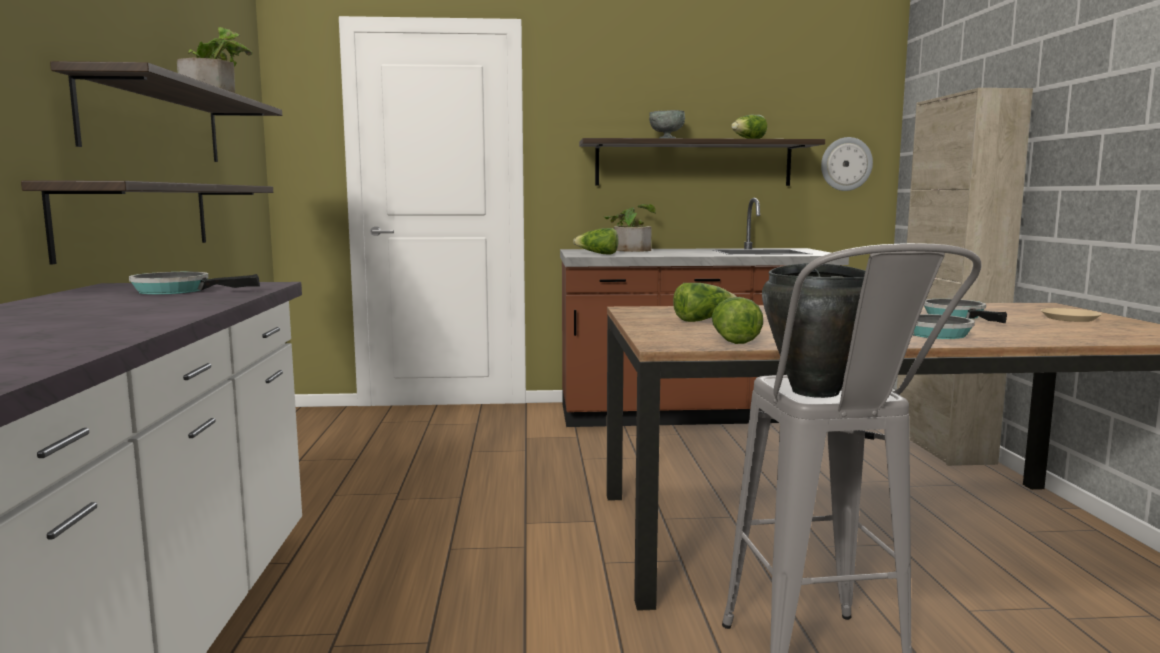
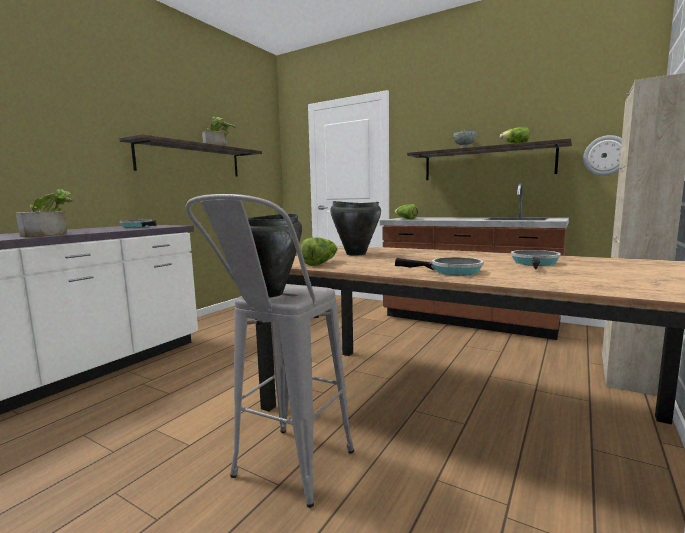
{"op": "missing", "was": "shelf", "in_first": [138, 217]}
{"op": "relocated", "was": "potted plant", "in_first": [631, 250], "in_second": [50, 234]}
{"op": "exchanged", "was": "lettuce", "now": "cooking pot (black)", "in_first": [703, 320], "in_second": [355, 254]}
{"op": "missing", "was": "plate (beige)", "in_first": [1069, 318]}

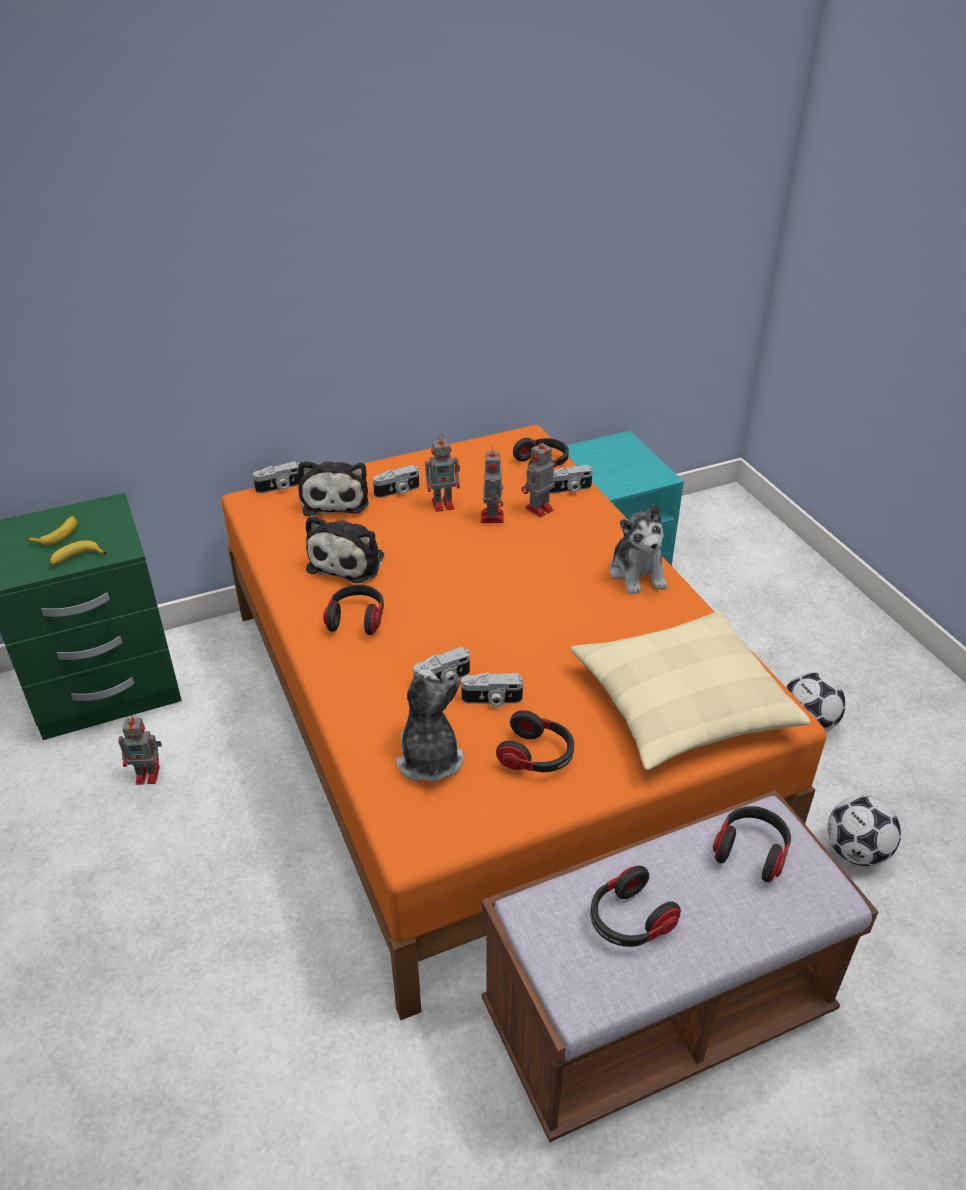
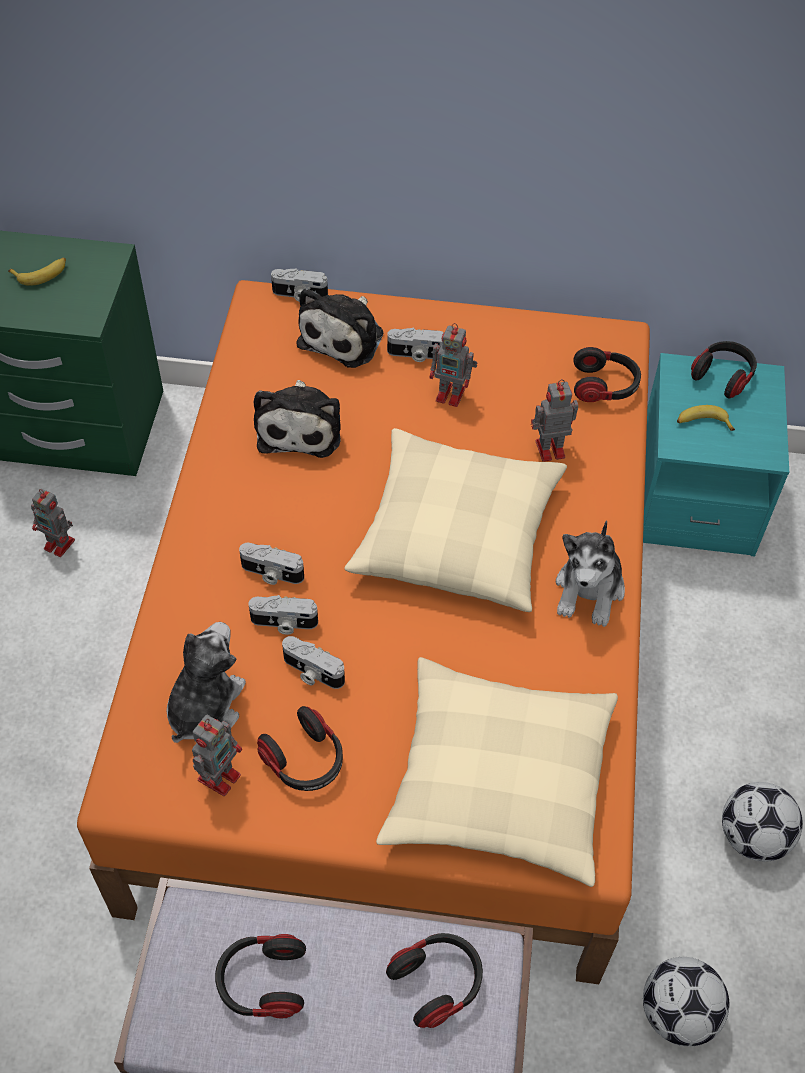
{"op": "relocated", "was": "toy robot", "in_first": [492, 516], "in_second": [220, 775]}
{"op": "relocated", "was": "photo camera", "in_first": [569, 489], "in_second": [271, 573]}
{"op": "spun", "was": "plush toy", "in_first": [349, 561], "in_second": [300, 427], "clockwise": -45}
{"op": "relocated", "was": "banana", "in_first": [76, 559], "in_second": [702, 423]}
{"op": "relocated", "was": "headphones", "in_first": [357, 619], "in_second": [723, 376]}
{"op": "appeared", "now": "pillow (beige)", "in_second": [457, 533]}

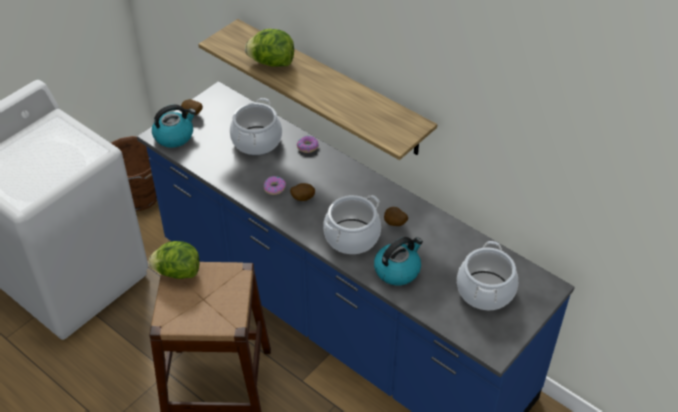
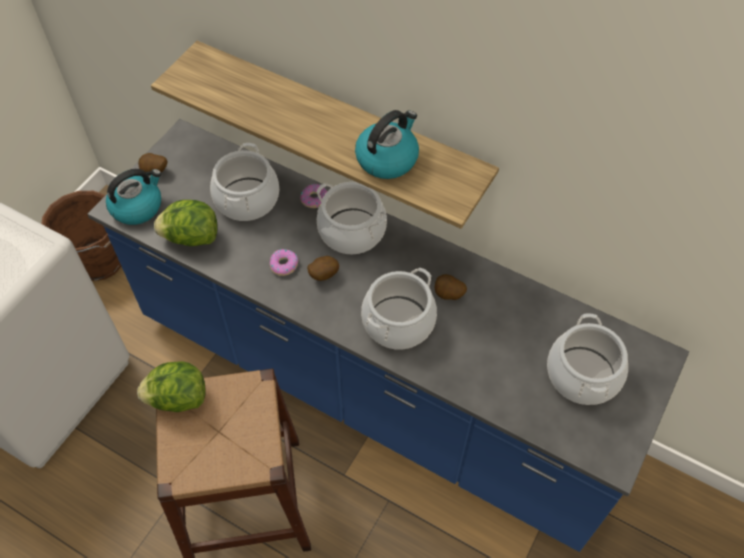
{"op": "relocated", "was": "lettuce", "in_first": [271, 63], "in_second": [191, 237]}
{"op": "relocated", "was": "kettle", "in_first": [397, 270], "in_second": [387, 158]}
{"op": "appeared", "now": "cooking pot", "in_second": [352, 231]}

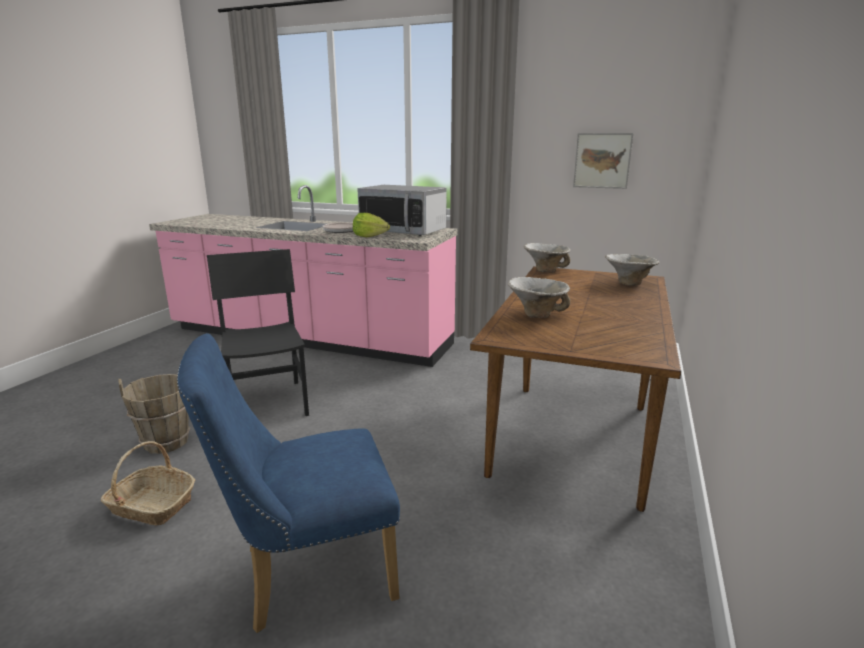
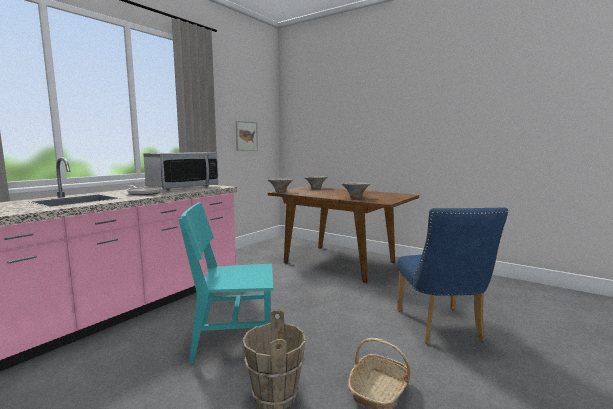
{"op": "missing", "was": "lettuce", "in_first": [369, 236]}
{"op": "colour", "was": "chair (black)", "now": "chair (turquoise)", "in_first": [268, 403], "in_second": [233, 342]}

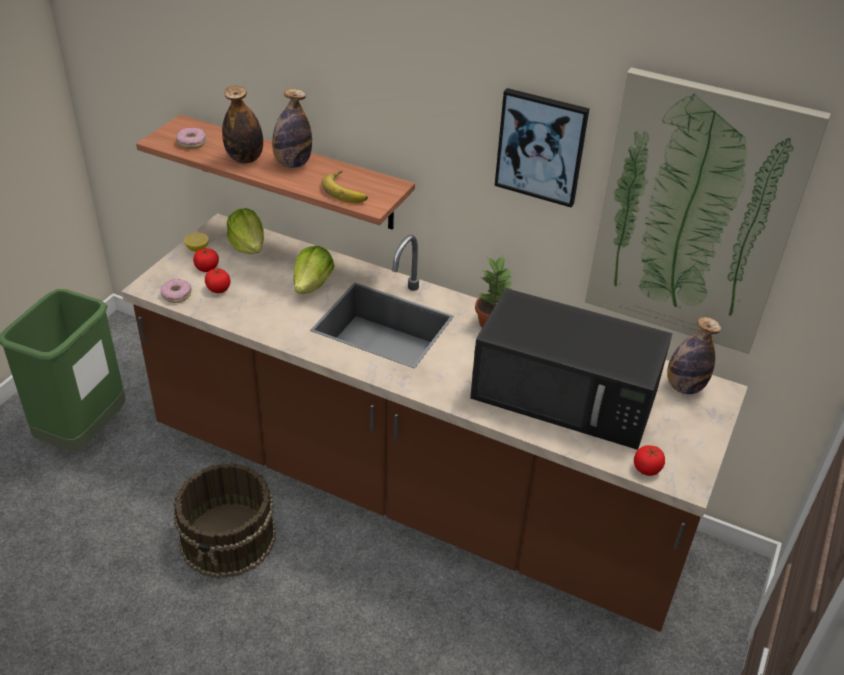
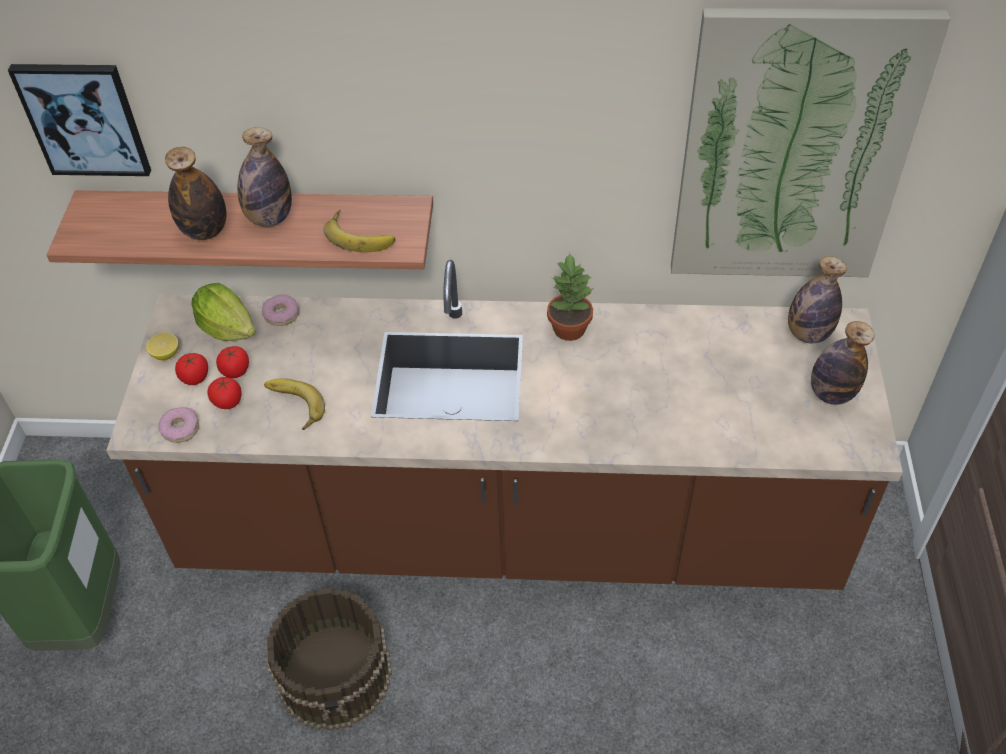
{"op": "relocated", "was": "picture", "in_first": [541, 147], "in_second": [84, 119]}
{"op": "relocated", "was": "donut", "in_first": [192, 142], "in_second": [281, 314]}
{"op": "missing", "was": "lettuce", "in_first": [313, 285]}
{"op": "missing", "was": "microwave (black)", "in_first": [567, 395]}
{"op": "relocated", "was": "tomato", "in_first": [647, 469], "in_second": [235, 370]}
{"op": "appeared", "now": "bottle", "in_second": [831, 393]}
{"op": "appeared", "now": "banana", "in_second": [292, 406]}

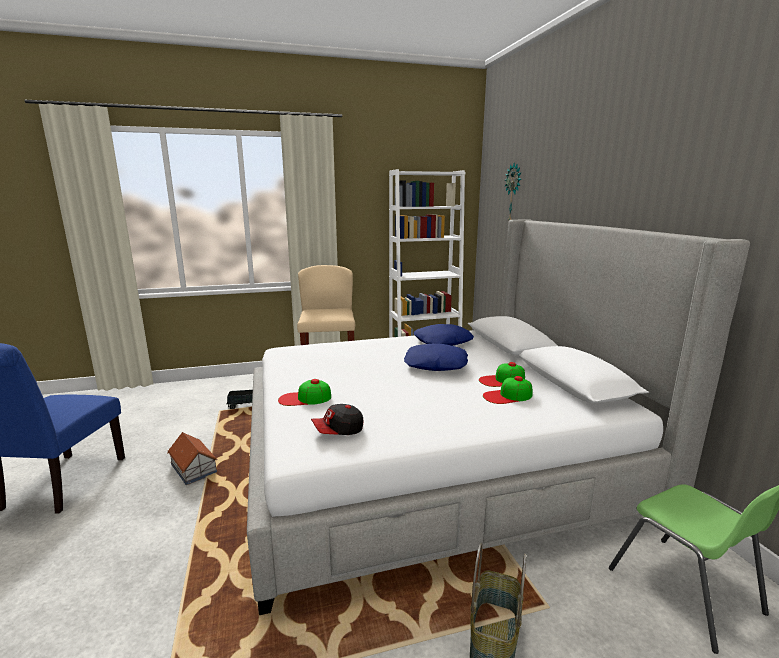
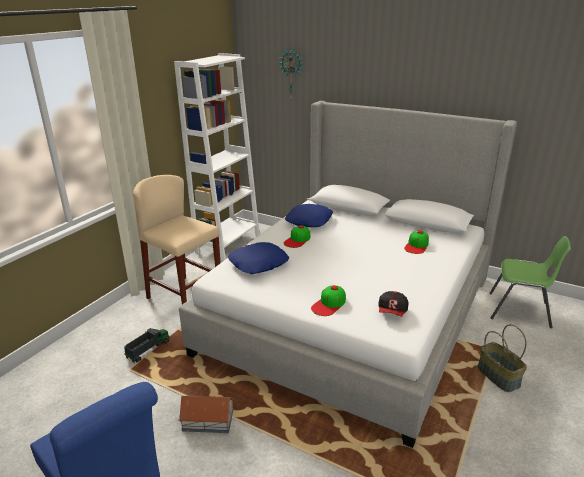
{"op": "relocated", "was": "pillow (blue)", "in_first": [435, 364], "in_second": [259, 264]}
{"op": "relocated", "was": "cap", "in_first": [502, 380], "in_second": [297, 240]}

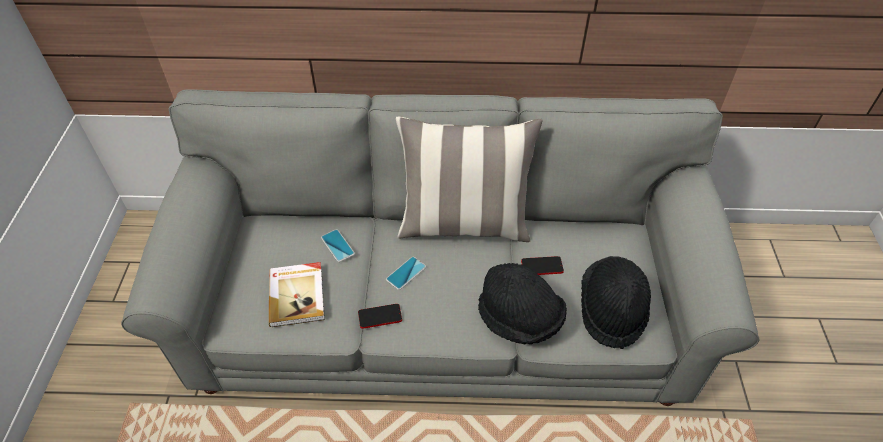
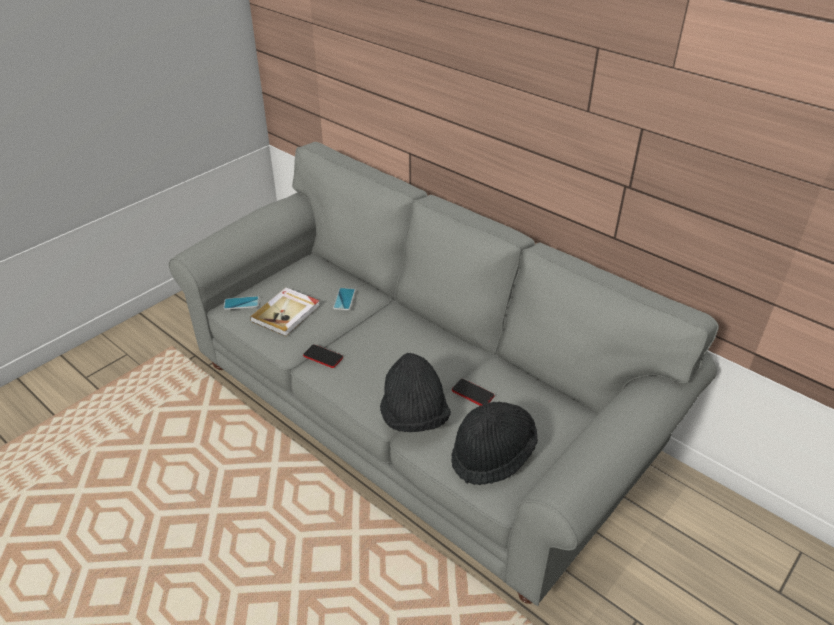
{"op": "missing", "was": "pillow", "in_first": [464, 224]}
{"op": "relocated", "was": "phone", "in_first": [406, 273], "in_second": [241, 303]}

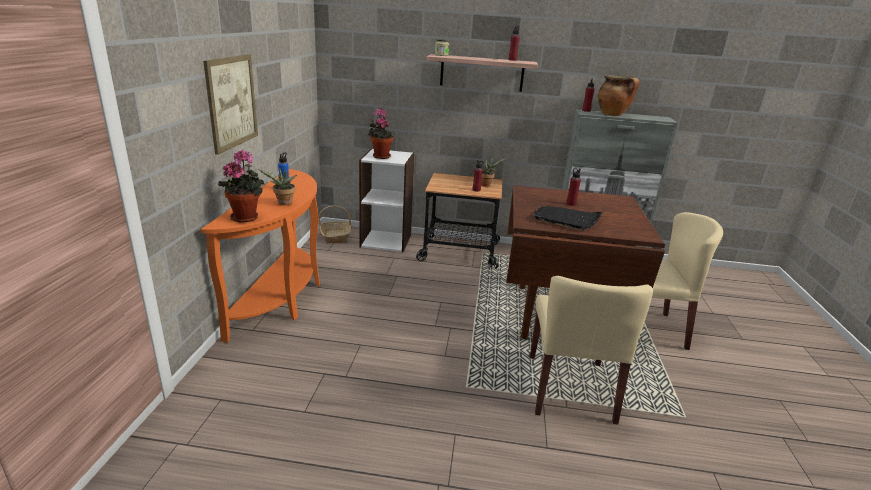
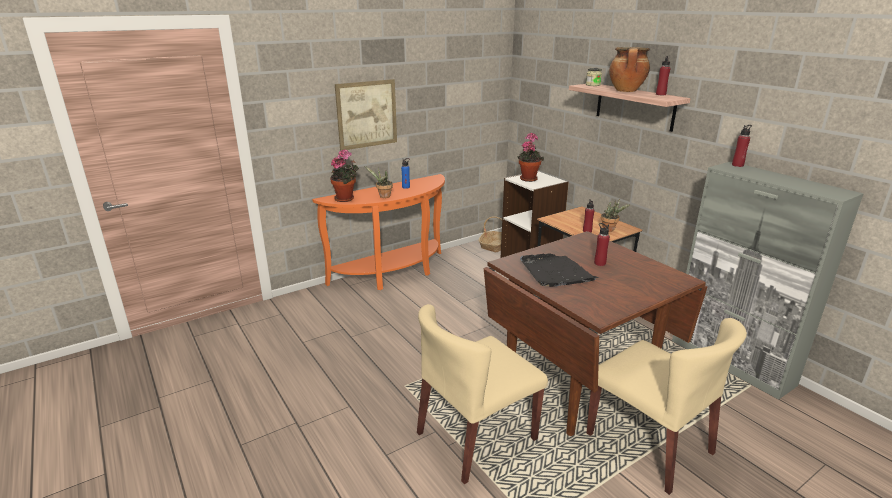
{"op": "relocated", "was": "cooking pot", "in_first": [613, 114], "in_second": [626, 91]}

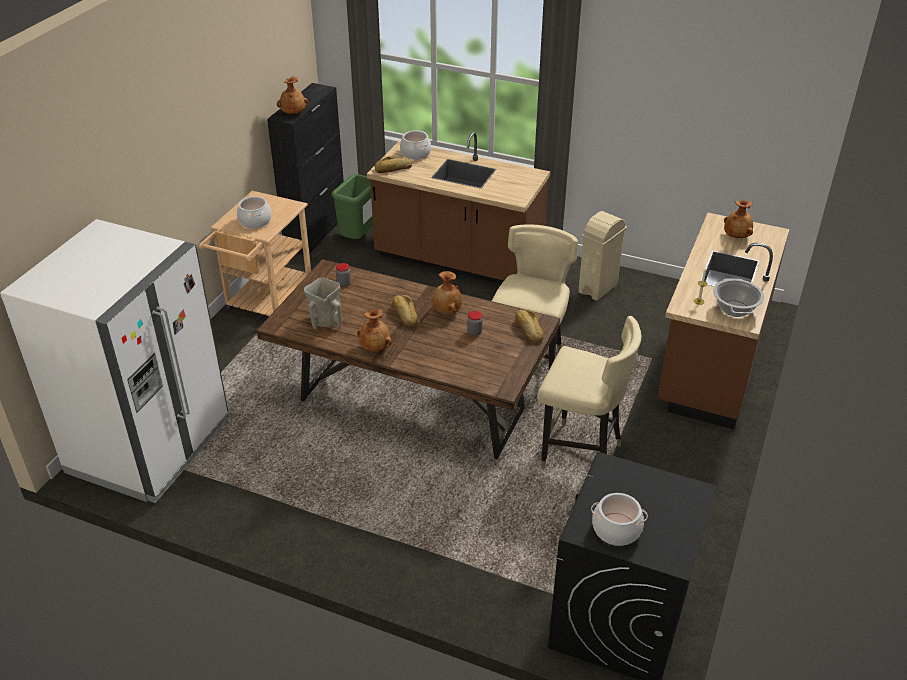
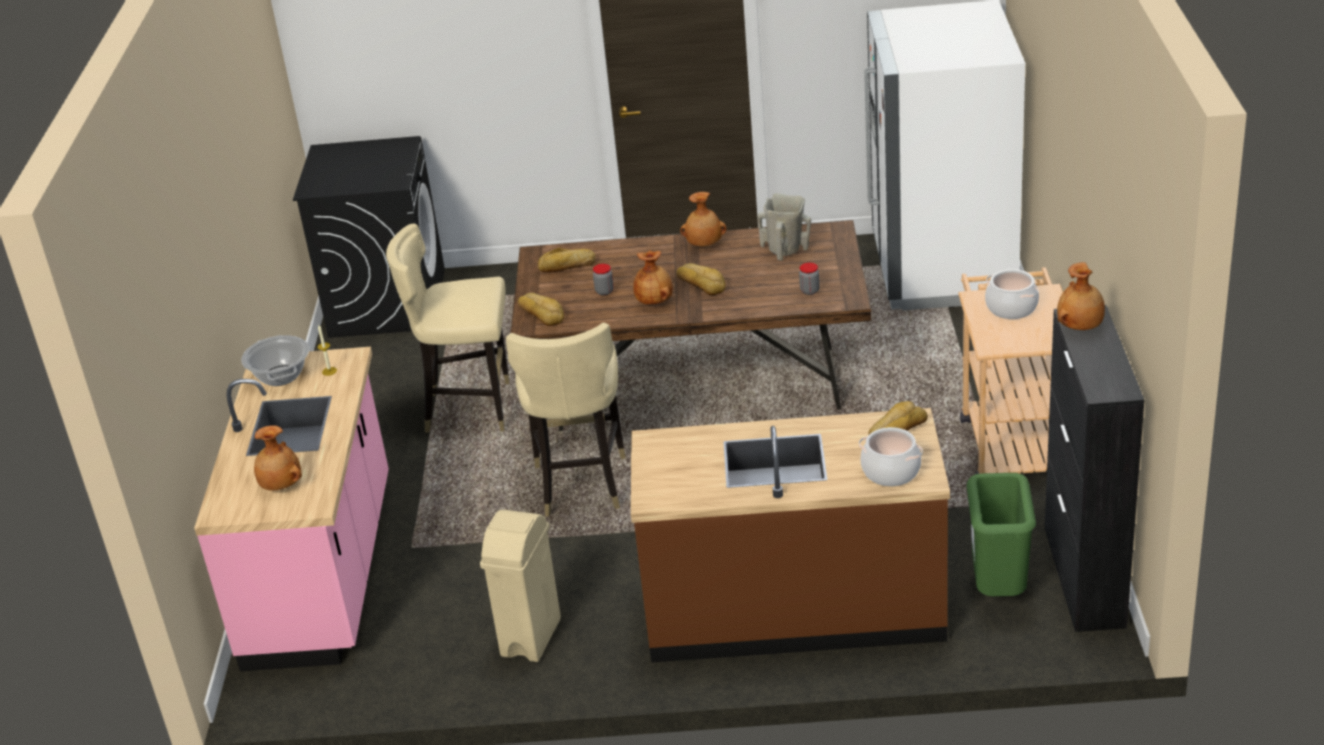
{"op": "colour", "was": "counter (brown)", "now": "counter (pink)", "in_first": [711, 362], "in_second": [323, 572]}
{"op": "missing", "was": "cooking pot", "in_first": [616, 529]}
{"op": "appeared", "now": "bread", "in_second": [567, 266]}

